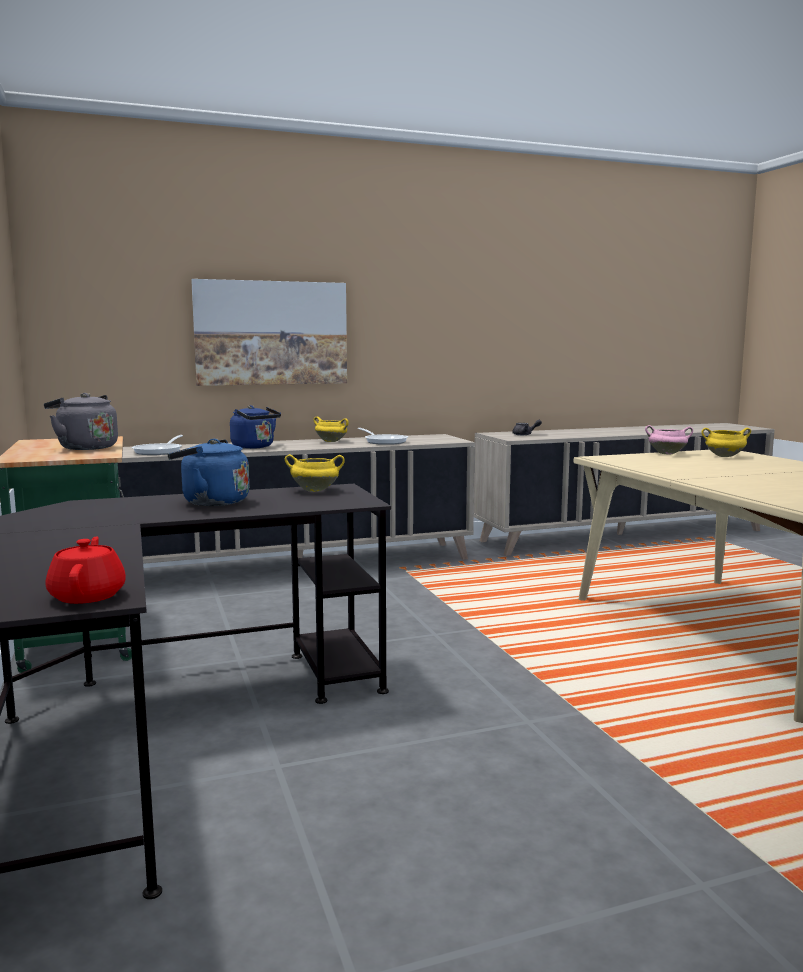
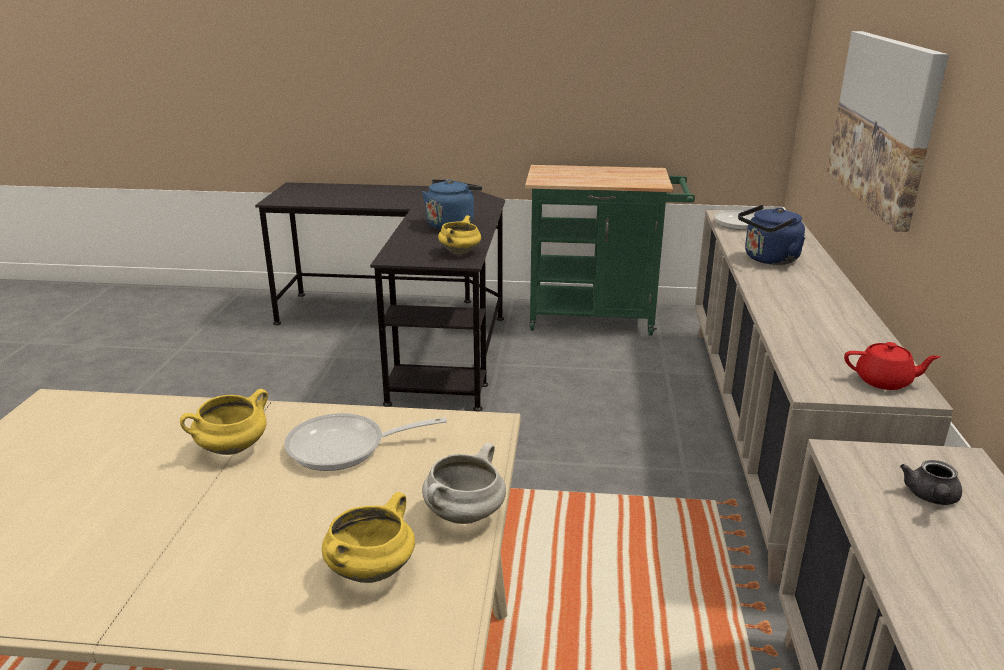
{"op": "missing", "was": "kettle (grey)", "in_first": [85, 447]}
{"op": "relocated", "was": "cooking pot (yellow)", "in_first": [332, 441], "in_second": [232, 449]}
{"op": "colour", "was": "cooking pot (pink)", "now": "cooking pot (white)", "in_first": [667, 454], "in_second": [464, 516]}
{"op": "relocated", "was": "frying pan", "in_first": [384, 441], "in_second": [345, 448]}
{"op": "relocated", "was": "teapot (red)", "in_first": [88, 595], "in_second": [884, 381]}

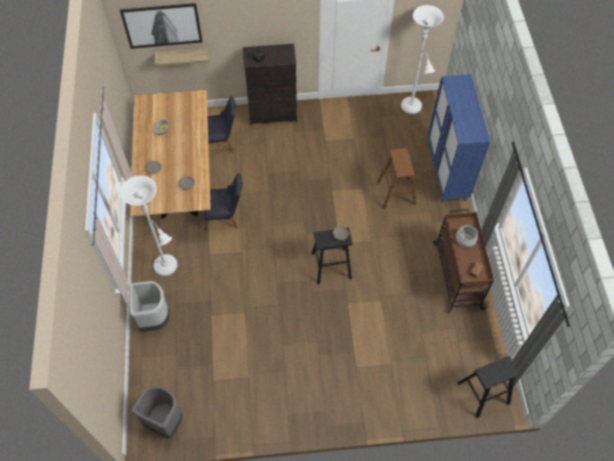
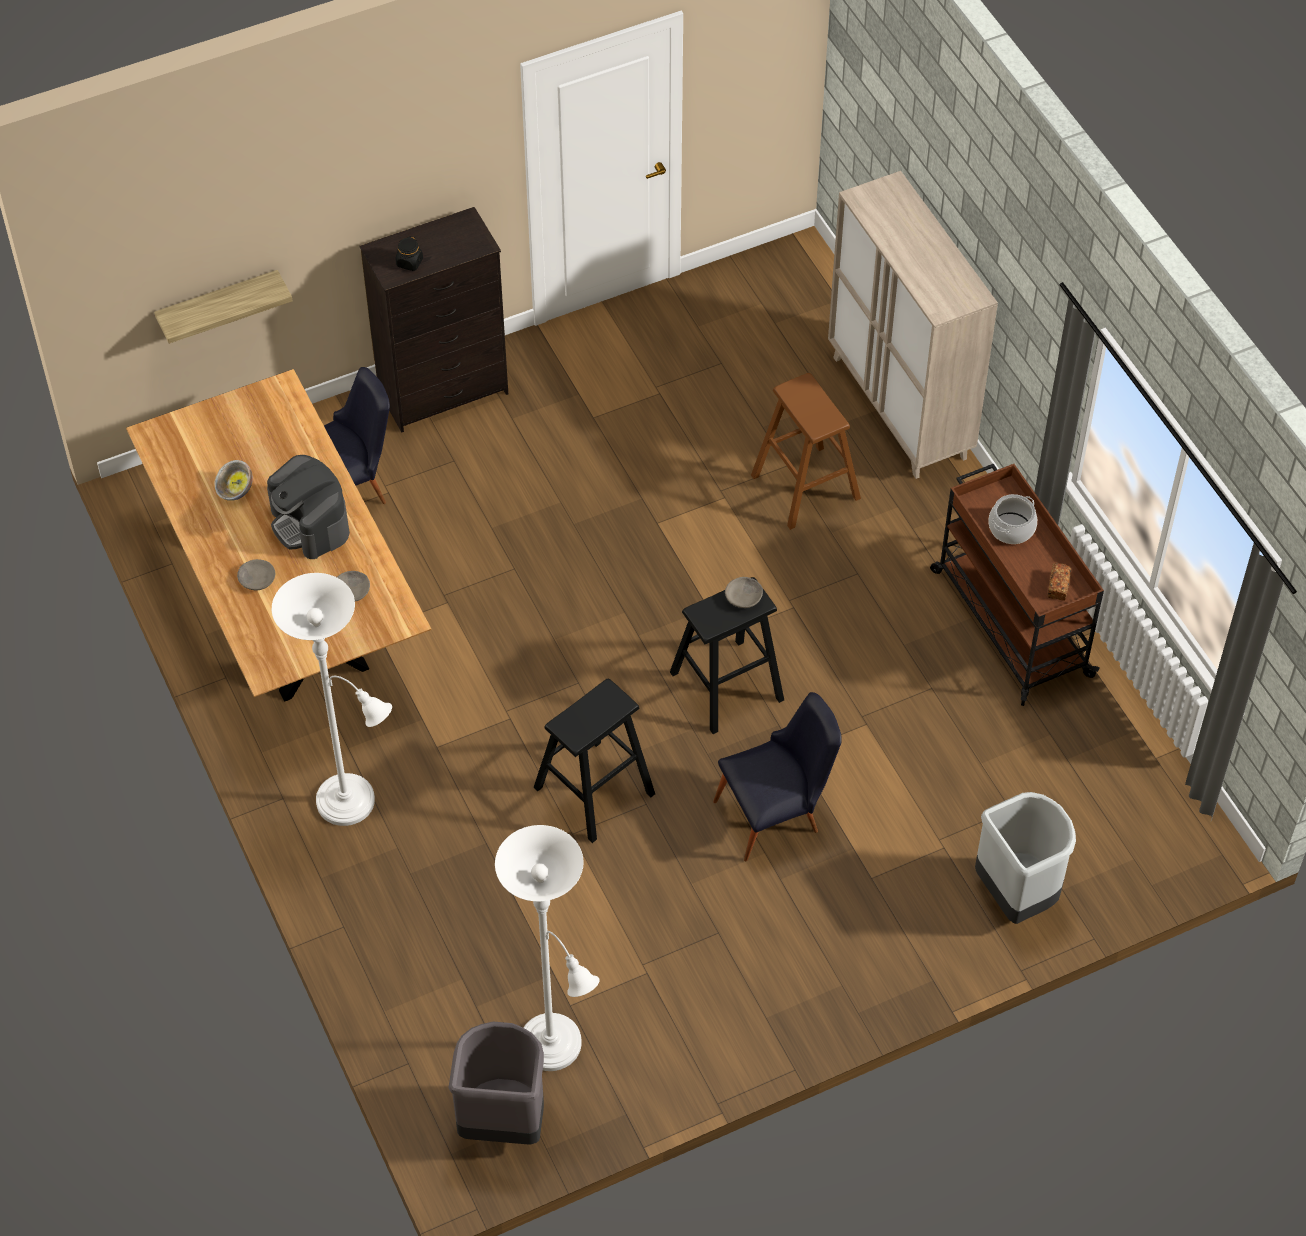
{"op": "missing", "was": "picture", "in_first": [162, 25]}
{"op": "relocated", "was": "floor lamp (white)", "in_first": [412, 108], "in_second": [556, 1049]}
{"op": "colour", "was": "cabinet (blue)", "now": "cabinet (beige)", "in_first": [447, 171], "in_second": [900, 408]}
{"op": "relocated", "was": "chair (black)", "in_first": [226, 217], "in_second": [776, 815]}
{"op": "relocated", "was": "trash can (grey)", "in_first": [155, 319], "in_second": [1017, 895]}
{"op": "relocated", "was": "stool (black)", "in_first": [483, 393], "in_second": [594, 791]}
{"op": "appeared", "now": "coffee machine", "in_second": [310, 524]}

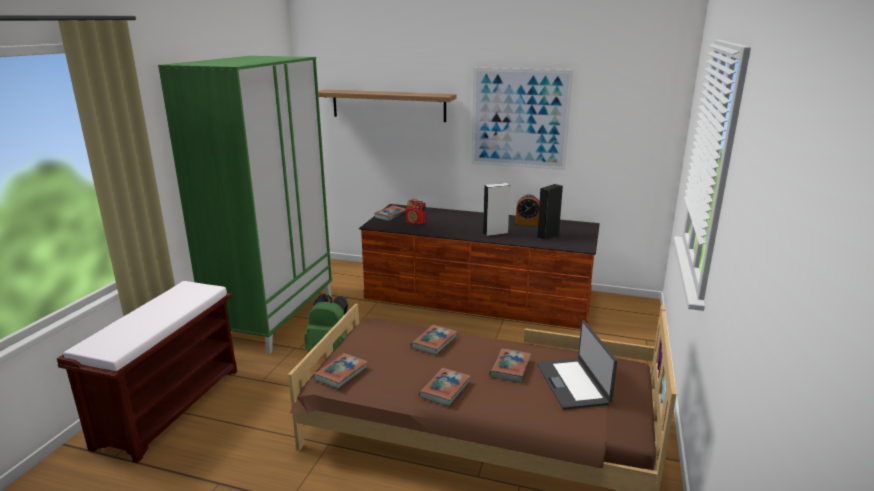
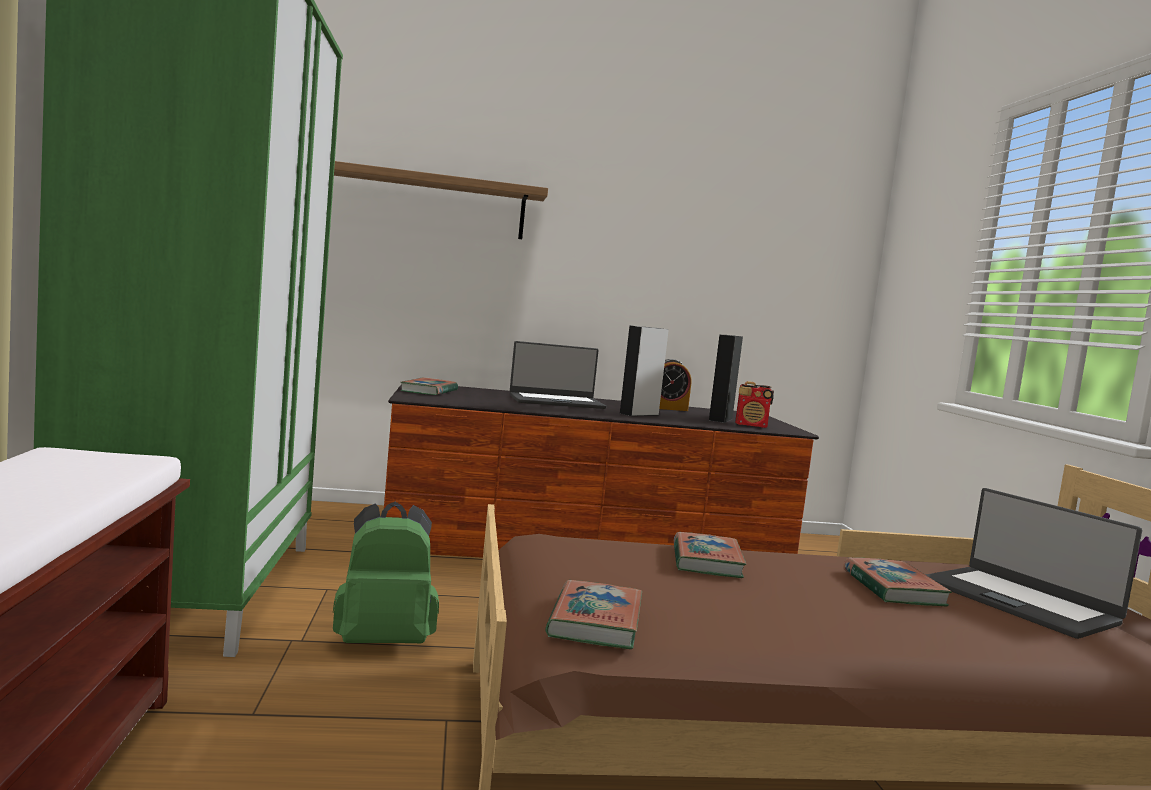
{"op": "missing", "was": "picture", "in_first": [519, 119]}
{"op": "relocated", "was": "radio", "in_first": [415, 222], "in_second": [751, 425]}
{"op": "missing", "was": "book", "in_first": [445, 390]}
{"op": "appeared", "now": "laptop", "in_second": [556, 401]}

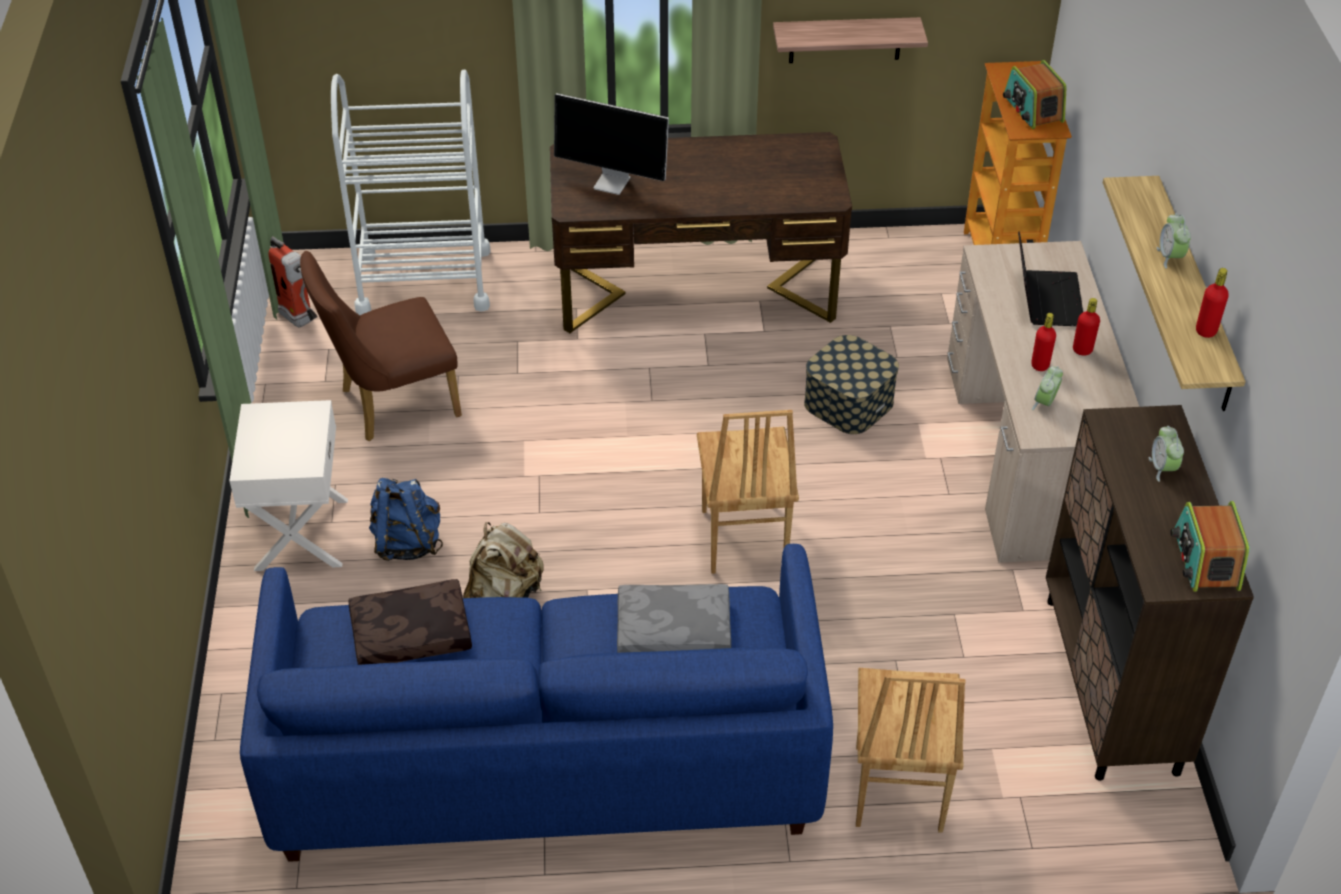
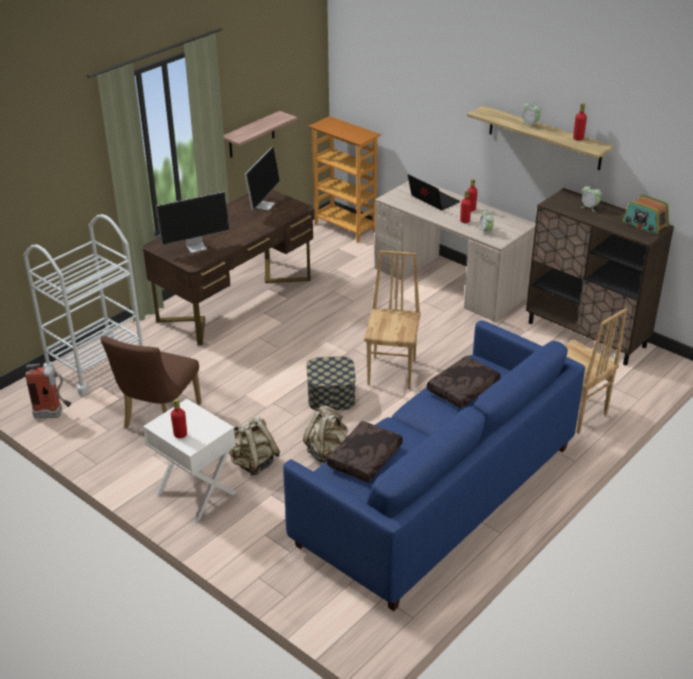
{"op": "missing", "was": "radio", "in_first": [1032, 109]}
{"op": "relocated", "was": "storage box", "in_first": [848, 402], "in_second": [331, 395]}
{"op": "spun", "was": "chair (brown)", "in_first": [742, 539], "in_second": [393, 372], "clockwise": -120}
{"op": "colour", "was": "backpack (blue)", "now": "backpack (beige)", "in_first": [407, 542], "in_second": [253, 463]}
{"op": "colour", "was": "pillow (grey)", "now": "pillow (brown)", "in_first": [672, 632], "in_second": [463, 389]}
{"op": "appeared", "now": "monitor", "in_second": [263, 205]}
{"op": "appeared", "now": "bottle (red)", "in_second": [180, 434]}

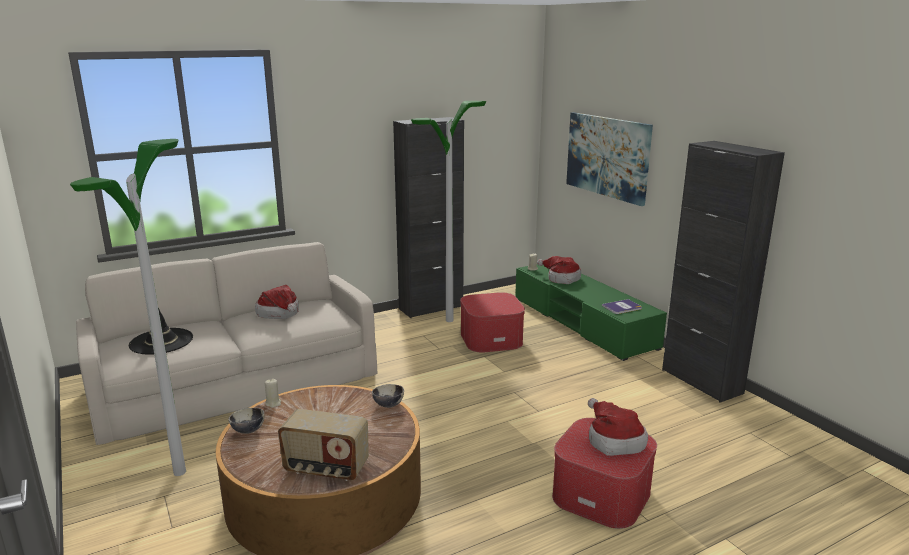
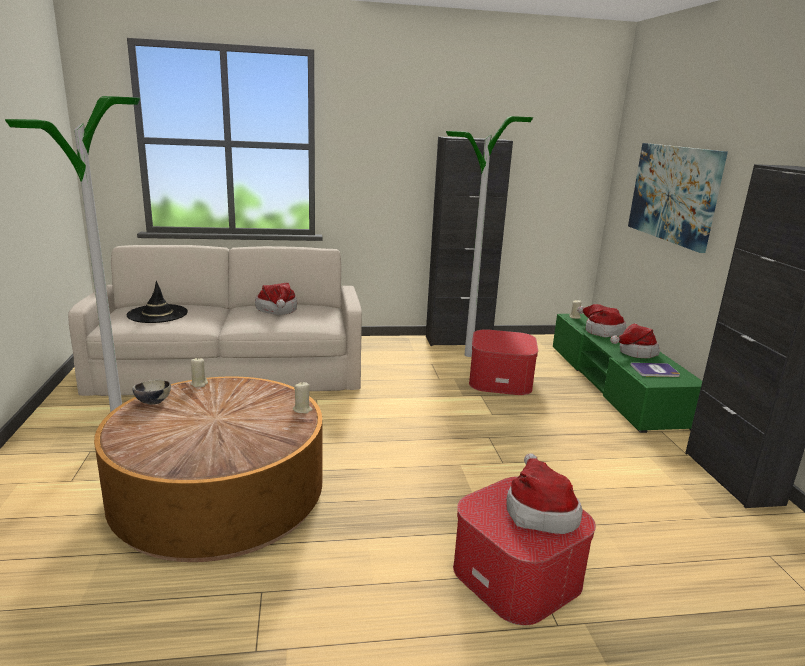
{"op": "exchanged", "was": "bowl", "now": "candle (beige)", "in_first": [388, 405], "in_second": [302, 409]}
{"op": "missing", "was": "radio", "in_first": [326, 469]}
{"op": "appeared", "now": "hat", "in_second": [634, 352]}

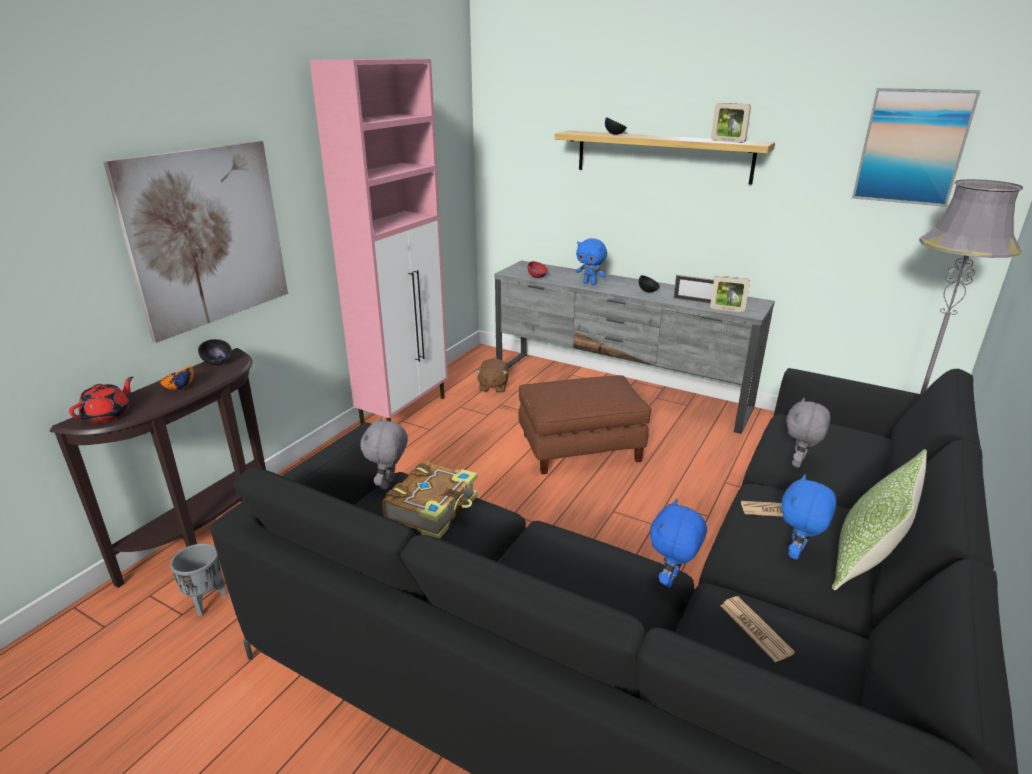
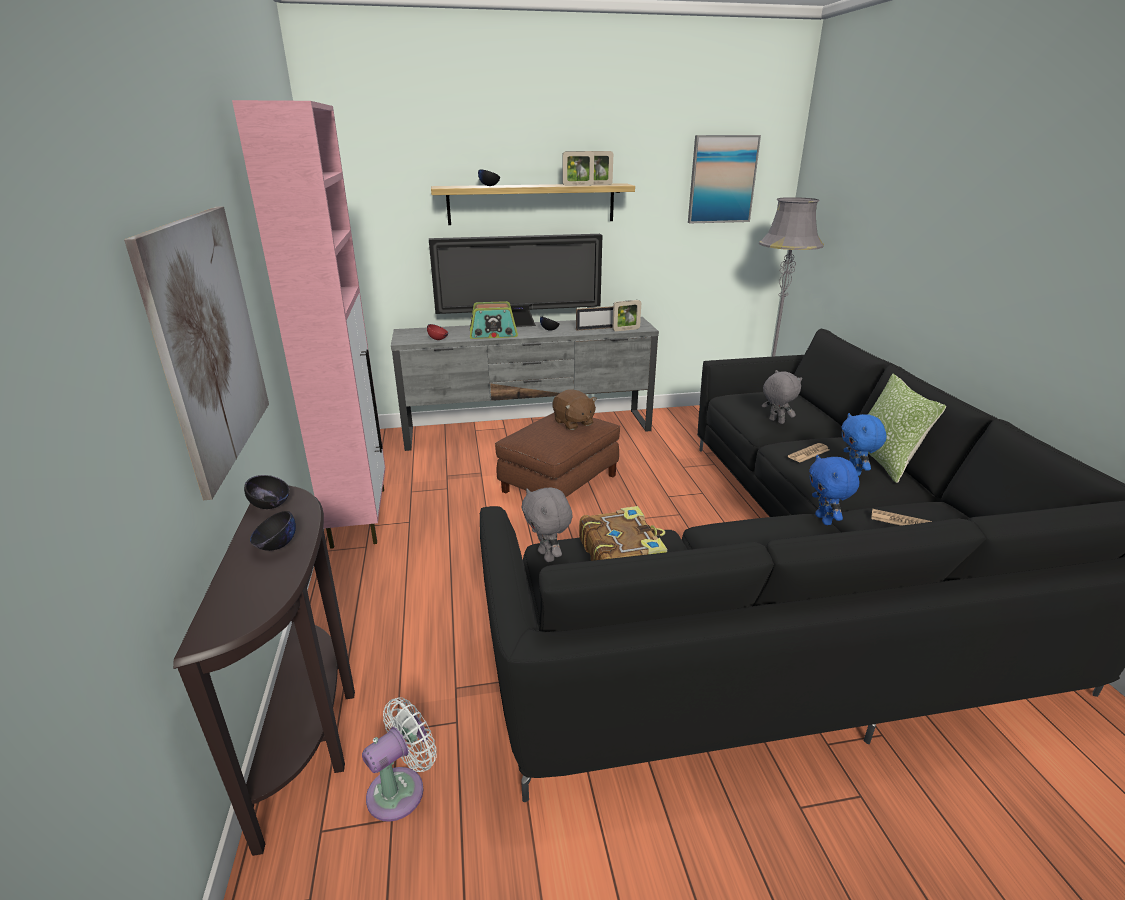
{"op": "exchanged", "was": "plush toy (blue)", "now": "radio", "in_first": [590, 283], "in_second": [493, 334]}
{"op": "relocated", "was": "plush toy (brown)", "in_first": [493, 387], "in_second": [573, 423]}
{"op": "colour", "was": "bowl (orange)", "now": "bowl (black)", "in_first": [179, 388], "in_second": [276, 546]}
{"op": "missing", "was": "teapot (red)", "in_first": [108, 414]}
{"op": "spun", "was": "plush toy (grey)", "in_first": [799, 463], "in_second": [775, 421], "clockwise": 150}
{"op": "exchanged", "was": "planter (grey)", "now": "fan (white)", "in_first": [206, 601], "in_second": [401, 789]}
{"op": "appeared", "now": "picture frame", "in_second": [578, 185]}
{"op": "appeared", "now": "television", "in_second": [519, 325]}

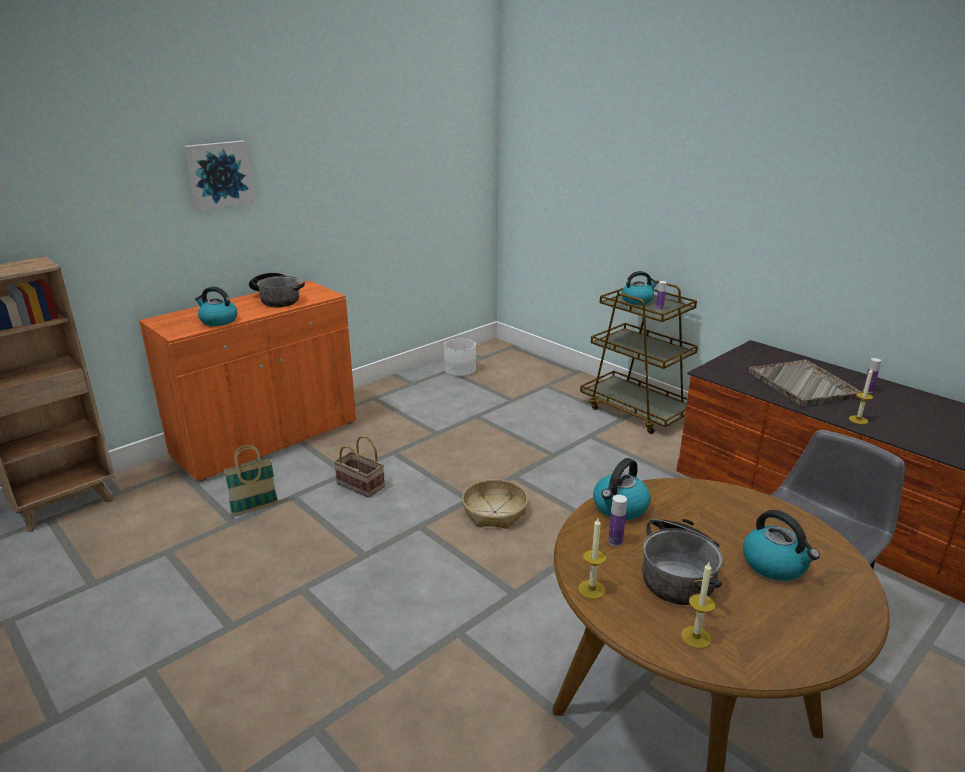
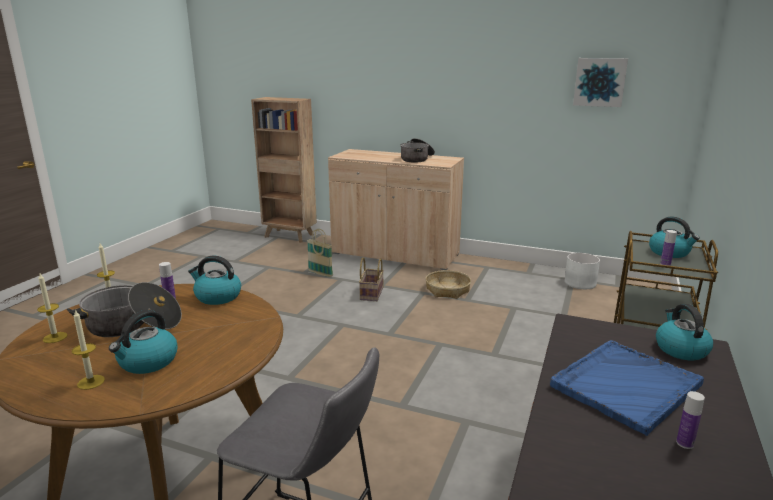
{"op": "relocated", "was": "picture", "in_first": [218, 174], "in_second": [600, 82]}
{"op": "colour", "was": "cabinet (orange)", "now": "cabinet (beige)", "in_first": [266, 439], "in_second": [395, 254]}
{"op": "relocated", "was": "kettle", "in_first": [218, 321], "in_second": [680, 349]}
{"op": "colour", "was": "tray (grey)", "now": "tray (blue)", "in_first": [803, 385], "in_second": [624, 386]}
{"op": "relocated", "was": "candle", "in_first": [858, 420], "in_second": [91, 382]}
{"op": "relocated", "was": "basket", "in_first": [494, 512], "in_second": [447, 290]}

